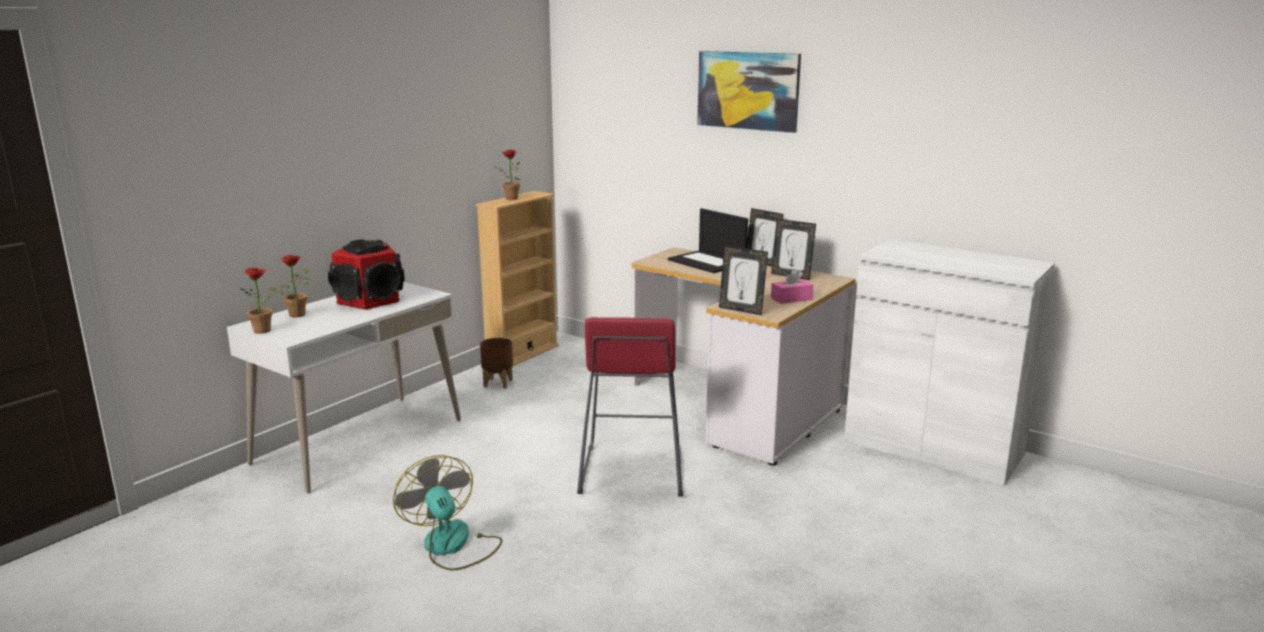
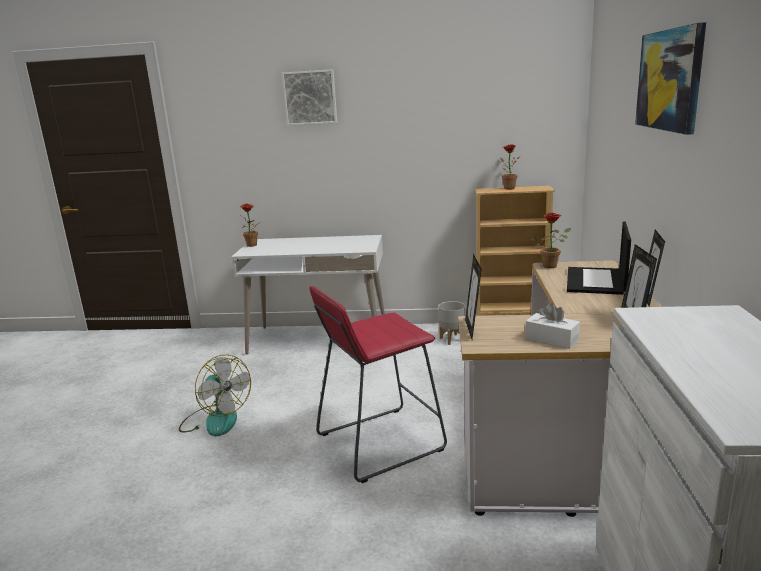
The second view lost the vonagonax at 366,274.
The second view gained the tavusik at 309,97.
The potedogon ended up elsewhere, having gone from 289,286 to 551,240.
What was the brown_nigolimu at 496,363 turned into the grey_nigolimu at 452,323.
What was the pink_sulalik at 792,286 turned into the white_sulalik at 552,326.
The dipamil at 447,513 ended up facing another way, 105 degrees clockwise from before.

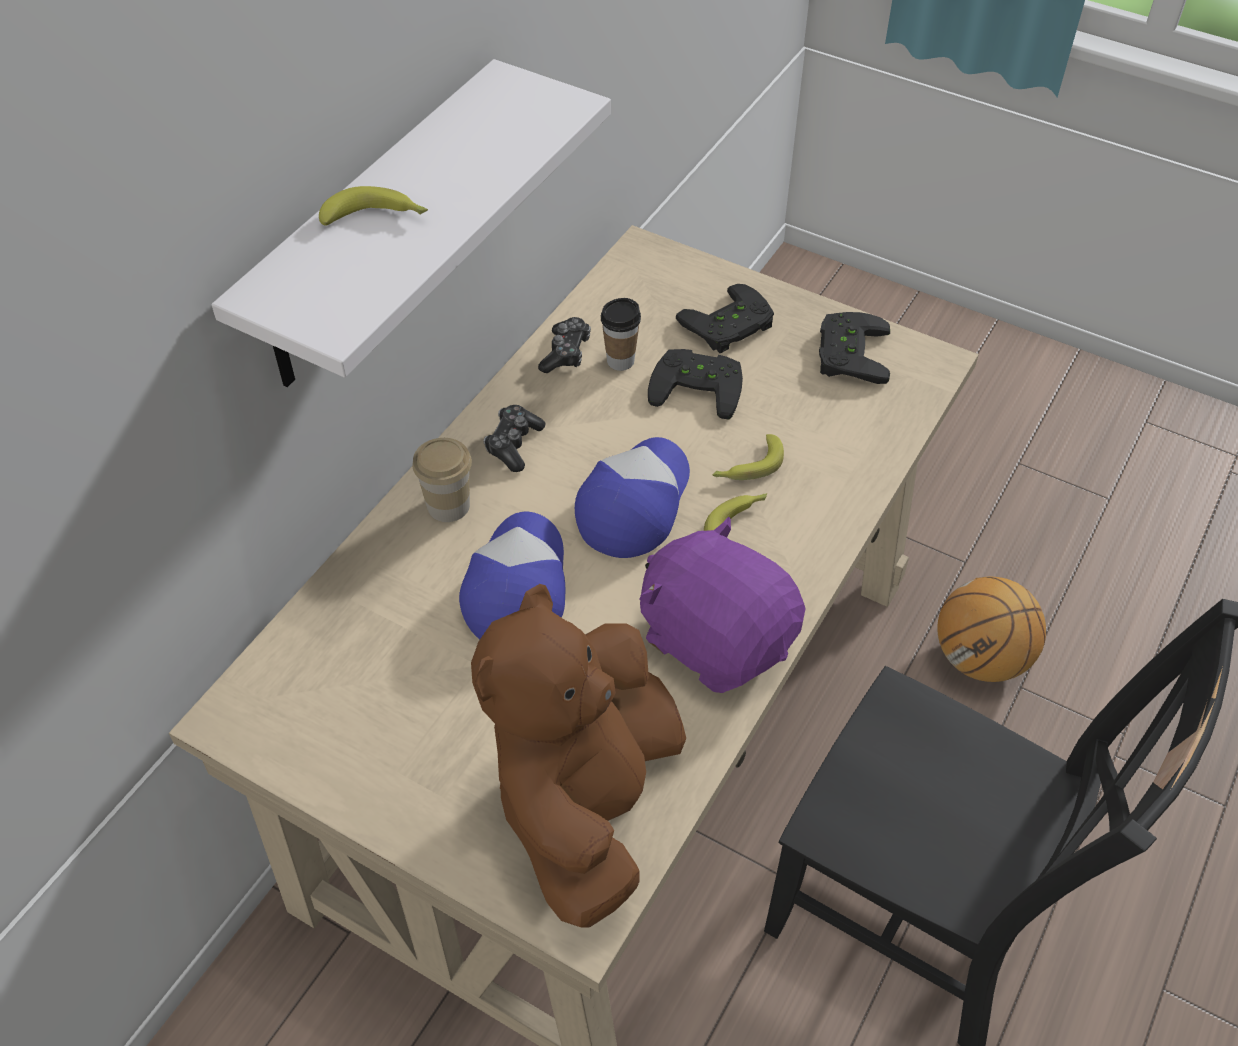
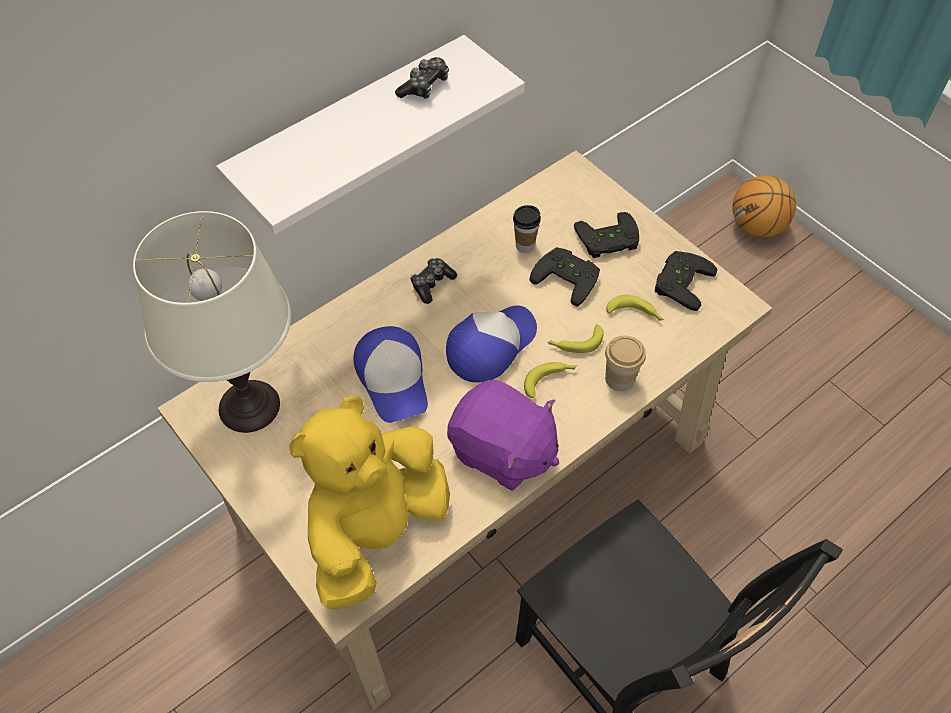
The second view gained the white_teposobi at 212,322.
The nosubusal ended up elsewhere, having gone from 373,206 to 635,308.
The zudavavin ended up elsewhere, having gone from 442,480 to 625,363.
The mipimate ended up elsewhere, having gone from 564,345 to 422,78.
The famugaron ended up elsewhere, having gone from 991,629 to 764,206.
What was the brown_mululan at 578,756 turned into the yellow_mululan at 369,503.
The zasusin at 512,575 ended up facing another way, 135 degrees clockwise from before.
The purple_mululan at 722,605 ended up facing another way, 150 degrees clockwise from before.

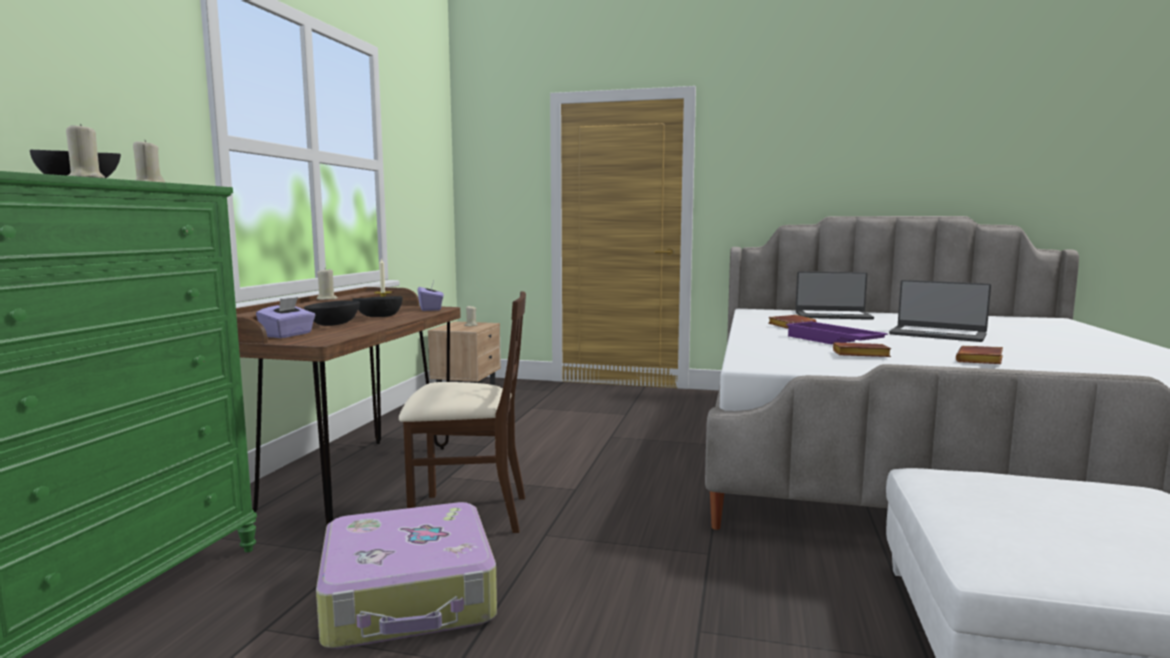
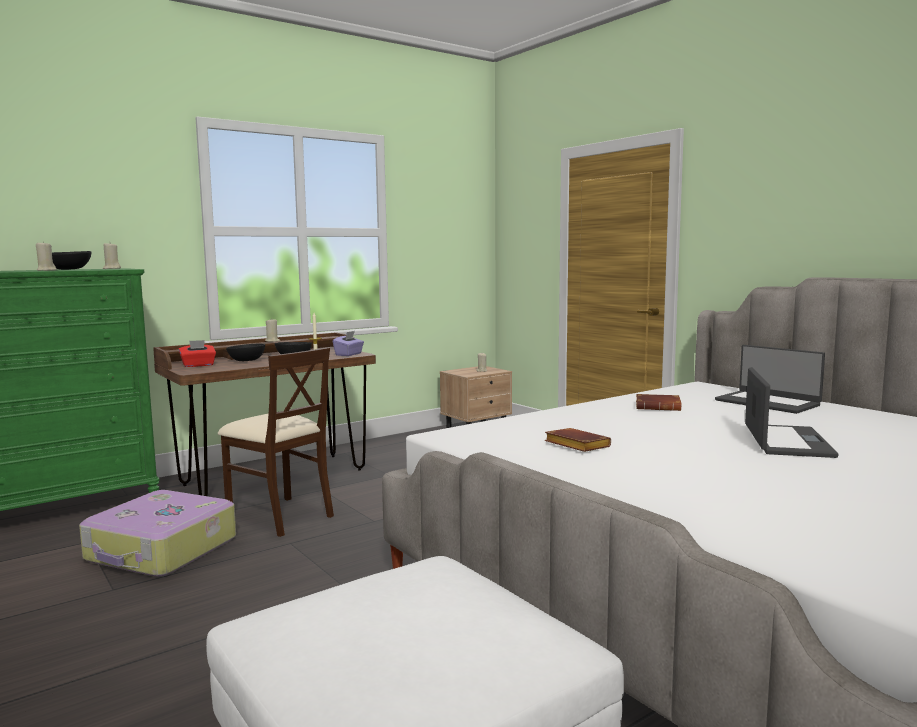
The second view lost the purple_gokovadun at 837,332.
The second view lost the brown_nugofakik at 979,355.
What was the purple_sulalik at 286,317 turned into the red_sulalik at 197,353.
The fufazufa at 940,311 ended up facing another way, 150 degrees counterclockwise from before.

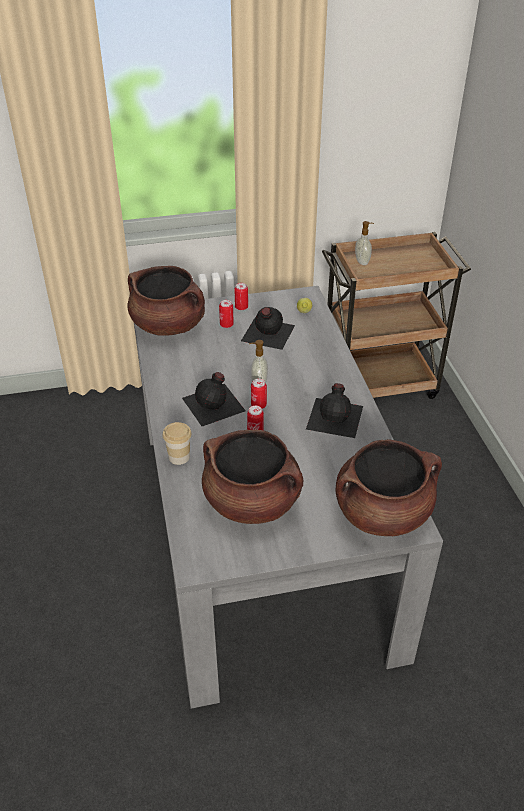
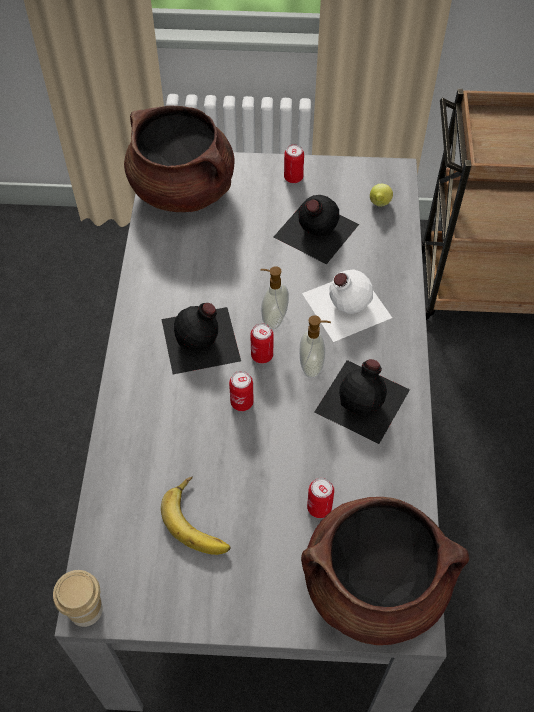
The second view gained the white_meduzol at 347,306.
The zudavavin ended up elsewhere, having gone from 177,443 to 78,598.
The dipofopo ended up elsewhere, having gone from 226,314 to 320,498.
The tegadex ended up elsewhere, having gone from 364,243 to 315,346.
Where the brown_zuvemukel stood at 252,477, the nosubusal came to stand at 195,516.

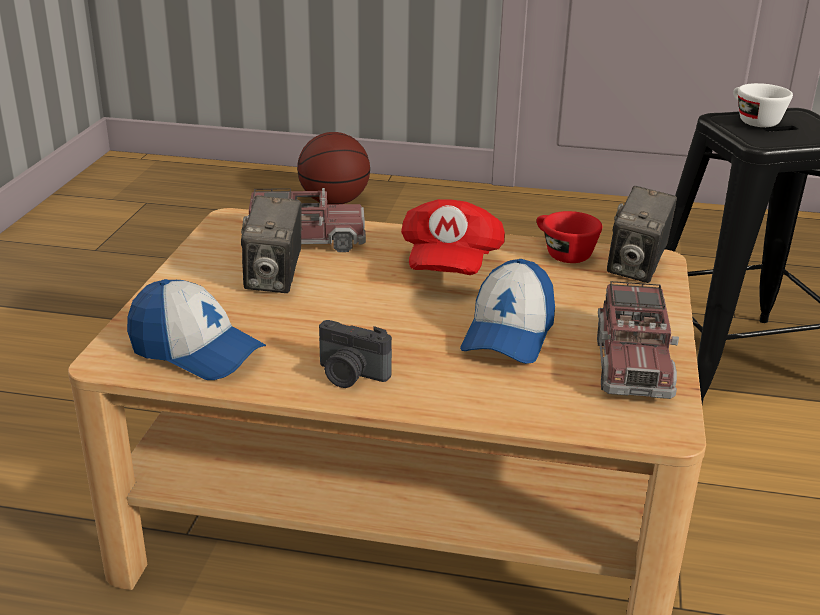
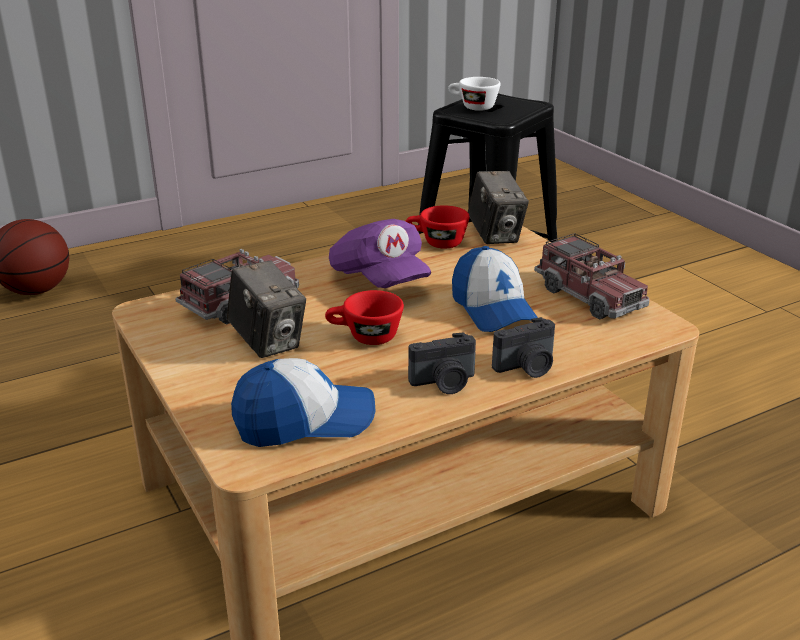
The second view gained the red_zudavavin at 364,317.
The second view gained the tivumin at 523,347.
What was the red_zasusin at 453,237 turned into the purple_zasusin at 380,253.

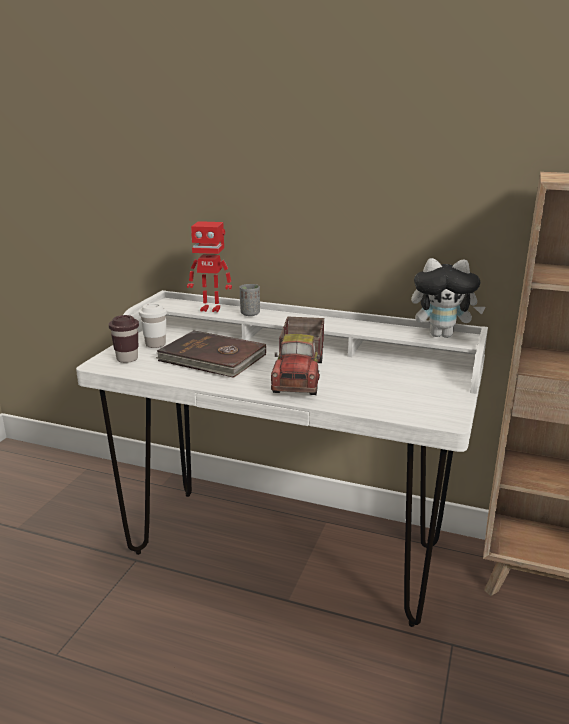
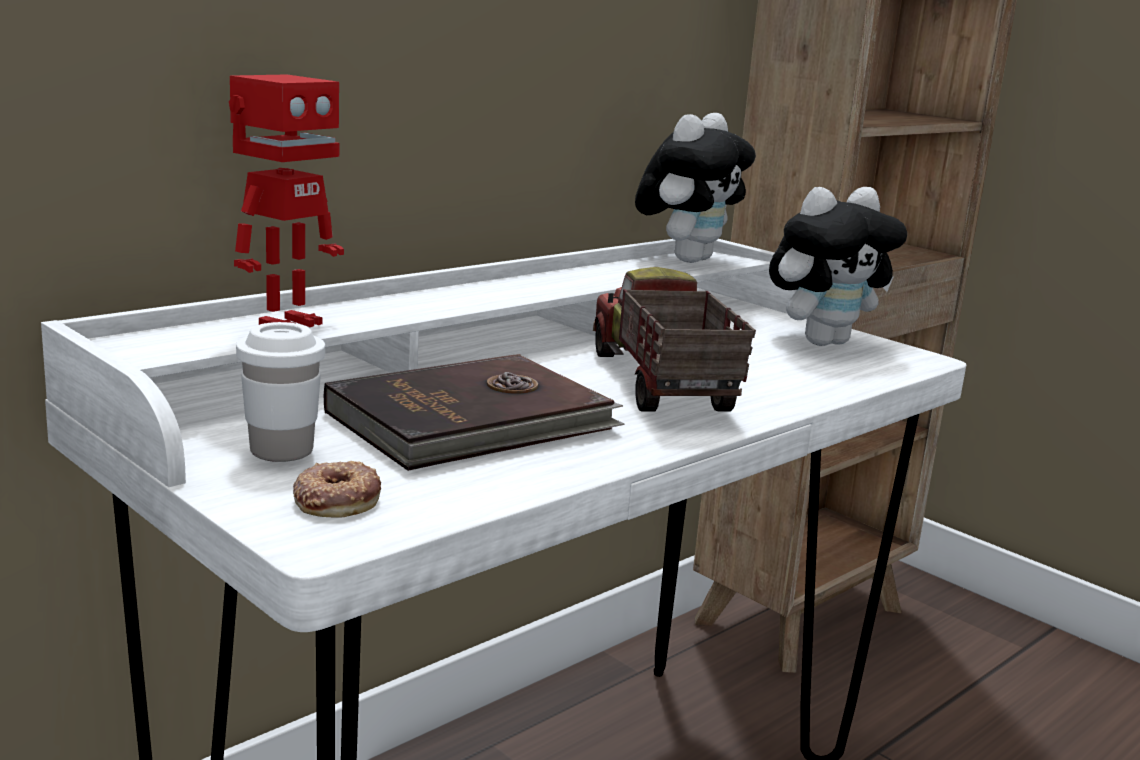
The second view lost the grey_zudavavin at 250,300.
The second view gained the mululan at 838,266.
Where the brown_zudavavin stood at 124,339, the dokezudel came to stand at 337,489.
The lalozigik at 297,356 ended up facing another way, 135 degrees counterclockwise from before.

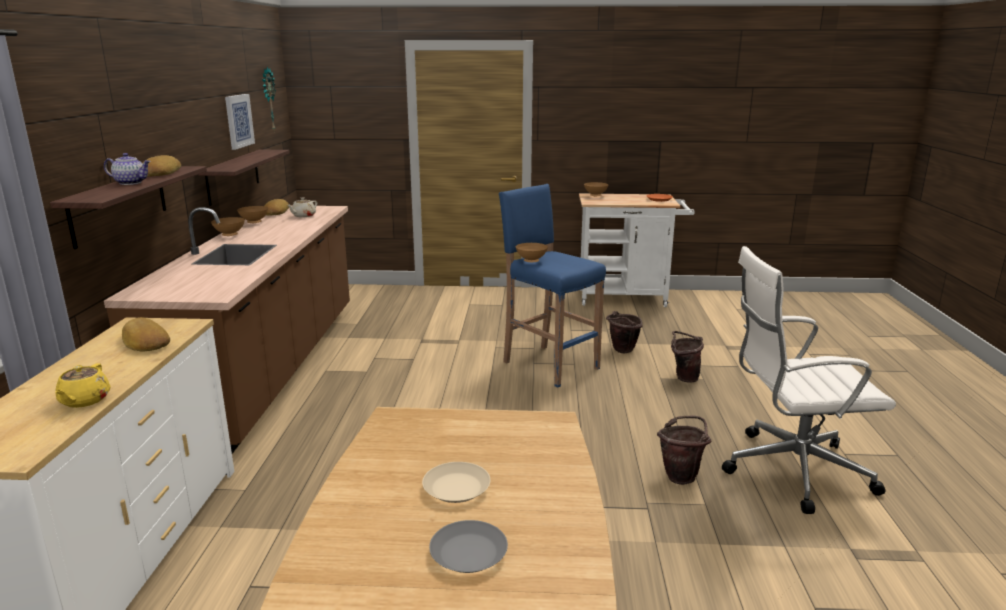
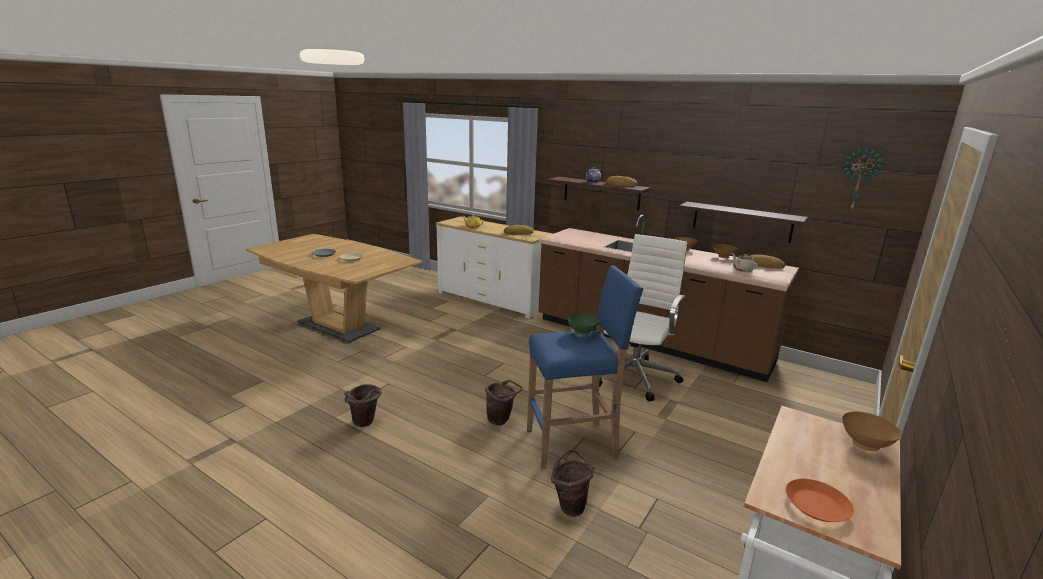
The second view lost the tavusik at 240,122.
The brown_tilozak ended up elsewhere, having gone from 687,357 to 504,402.
The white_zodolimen ended up elsewhere, having gone from 809,380 to 643,317.
What was the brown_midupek at 532,252 turned into the green_midupek at 584,325.

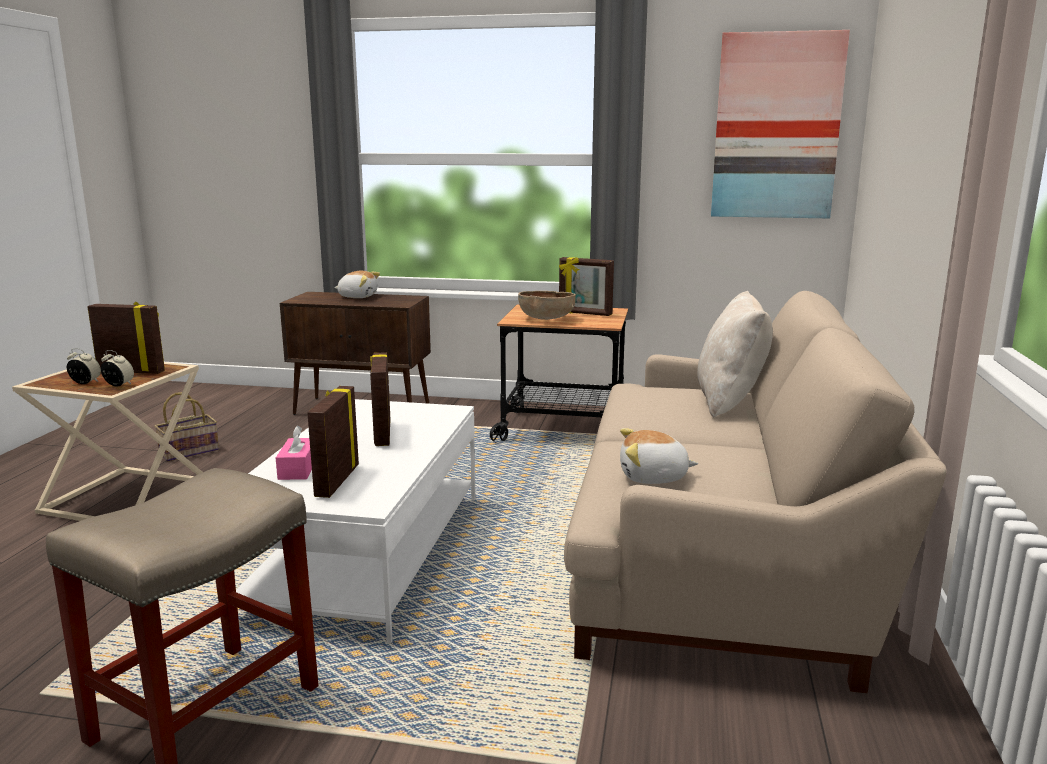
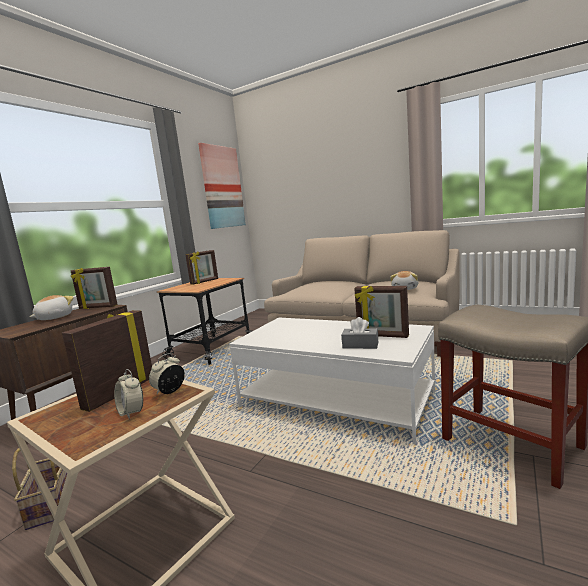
The second view lost the brown_midupek at 547,305.
The second view lost the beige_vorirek at 735,354.
The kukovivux ended up elsewhere, having gone from 380,399 to 94,288.
What was the pink_sulalik at 294,452 turned into the grey_sulalik at 359,333.
The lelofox at 84,366 ended up facing another way, 75 degrees counterclockwise from before.

